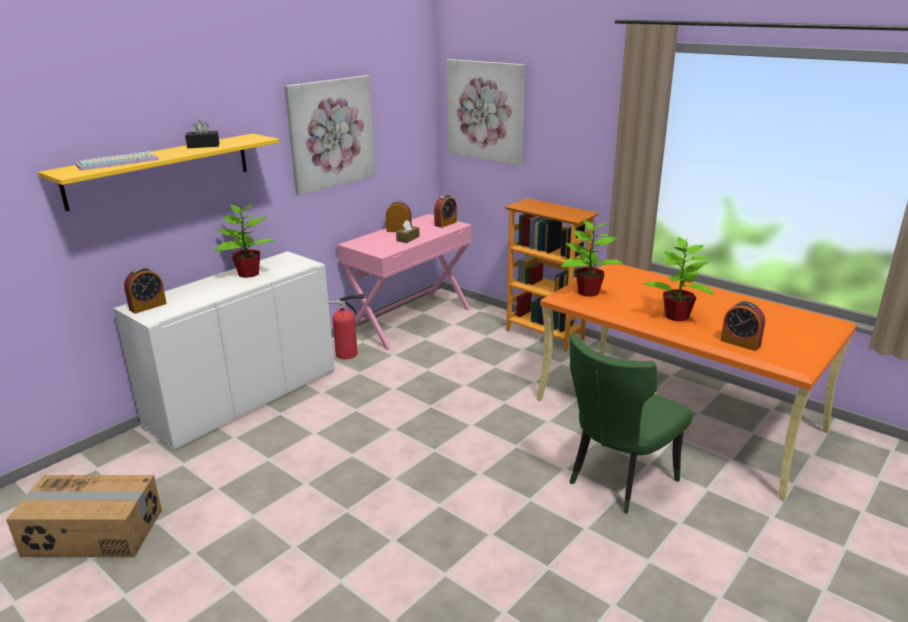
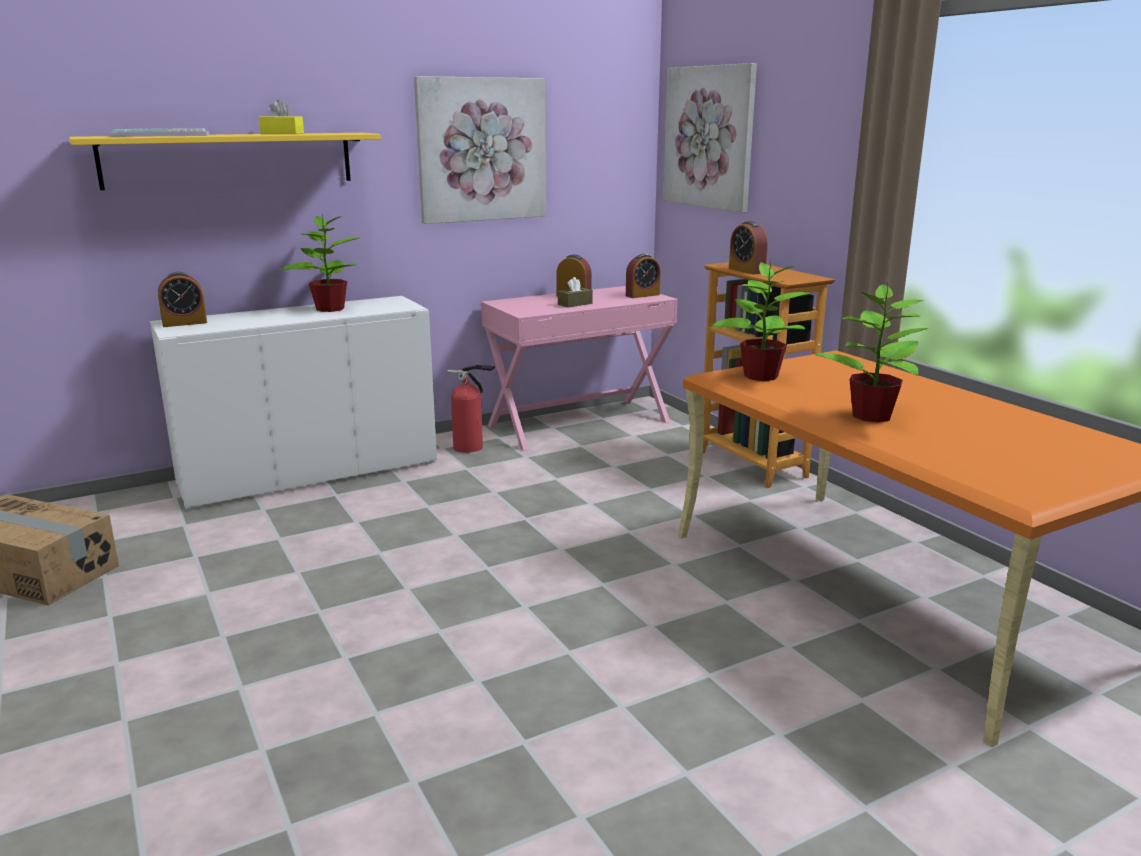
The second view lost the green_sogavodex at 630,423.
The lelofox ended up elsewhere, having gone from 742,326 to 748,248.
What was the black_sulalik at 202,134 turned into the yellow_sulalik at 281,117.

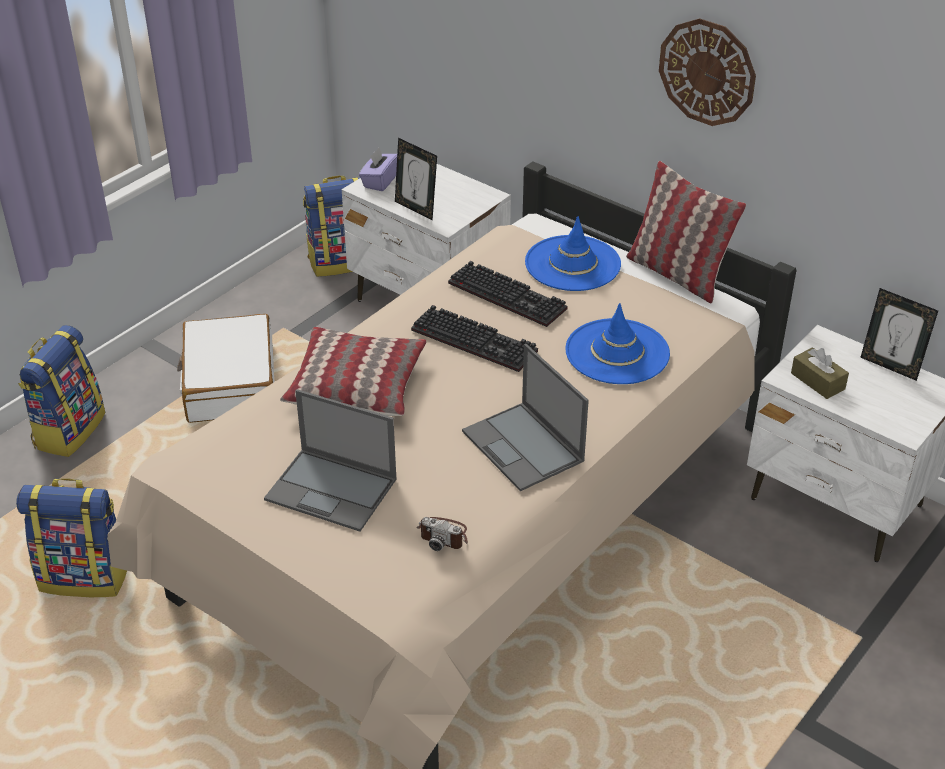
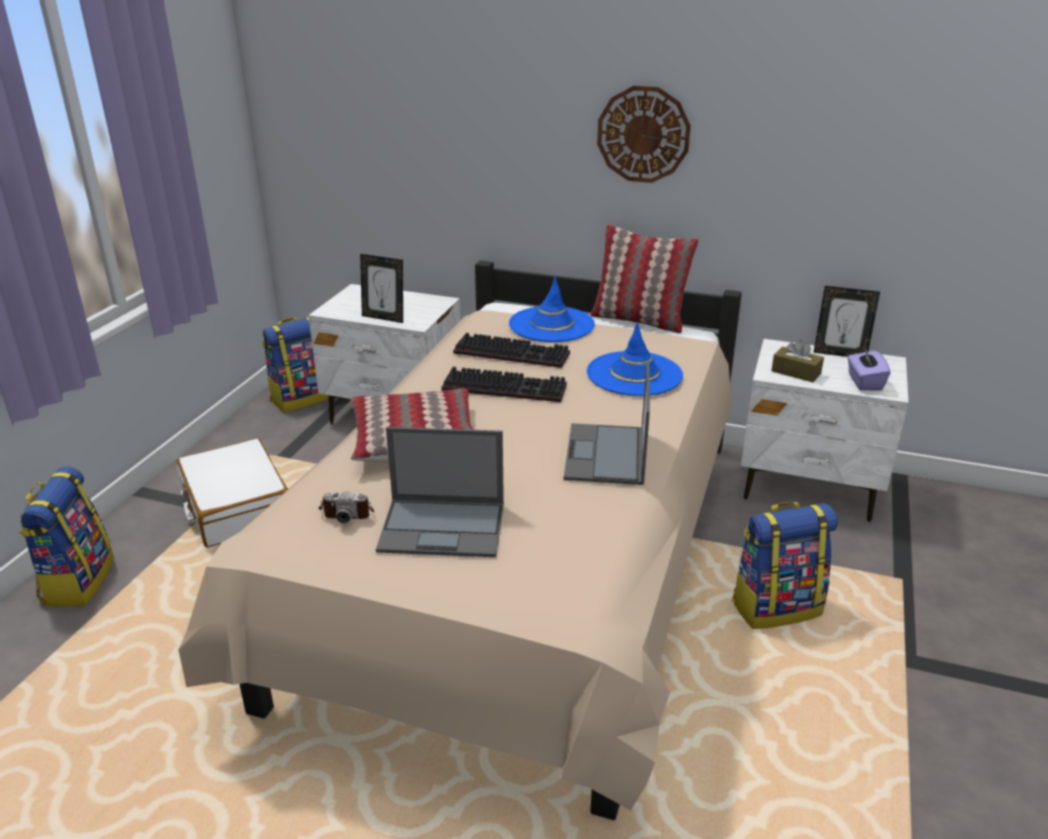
The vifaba ended up elsewhere, having gone from 71,537 to 785,565.
The purple_sulalik ended up elsewhere, having gone from 378,169 to 869,368.
The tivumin ended up elsewhere, having gone from 442,534 to 346,507.
The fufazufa at 525,417 ended up facing another way, 60 degrees clockwise from before.

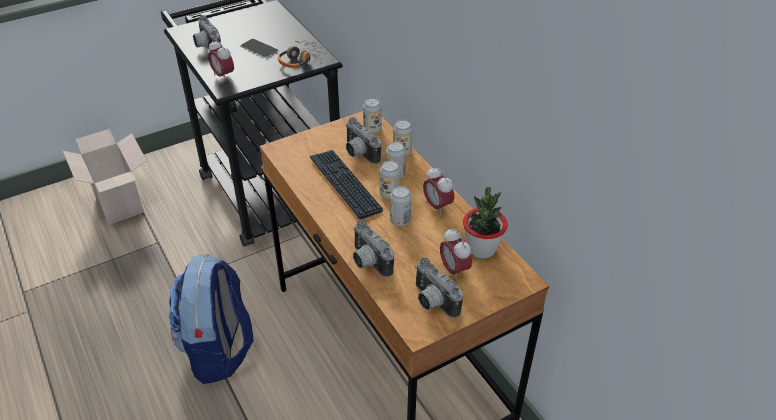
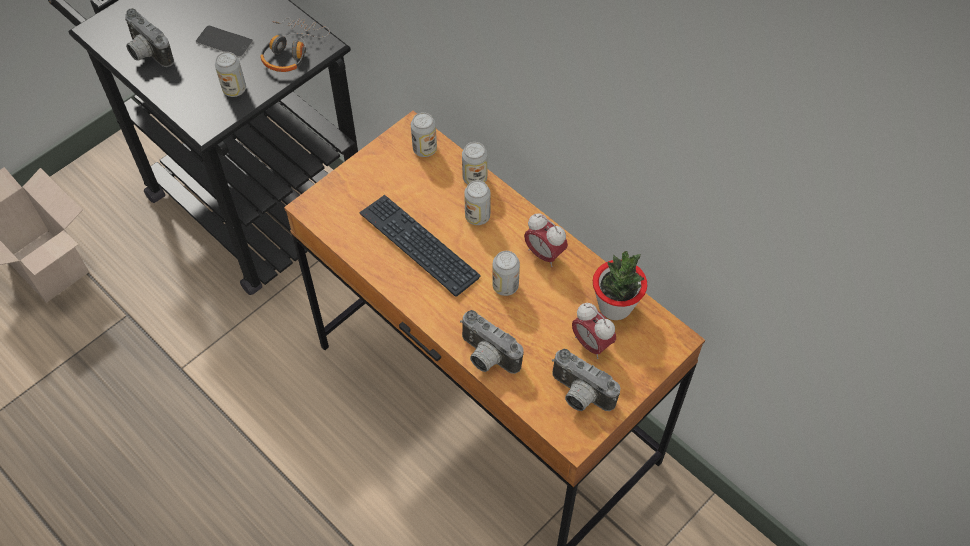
The second view lost the vifaba at 211,318.
The second view lost the lelofox at 221,60.
The second view lost the tivumin at 363,140.
The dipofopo ended up elsewhere, having gone from 390,180 to 230,74.

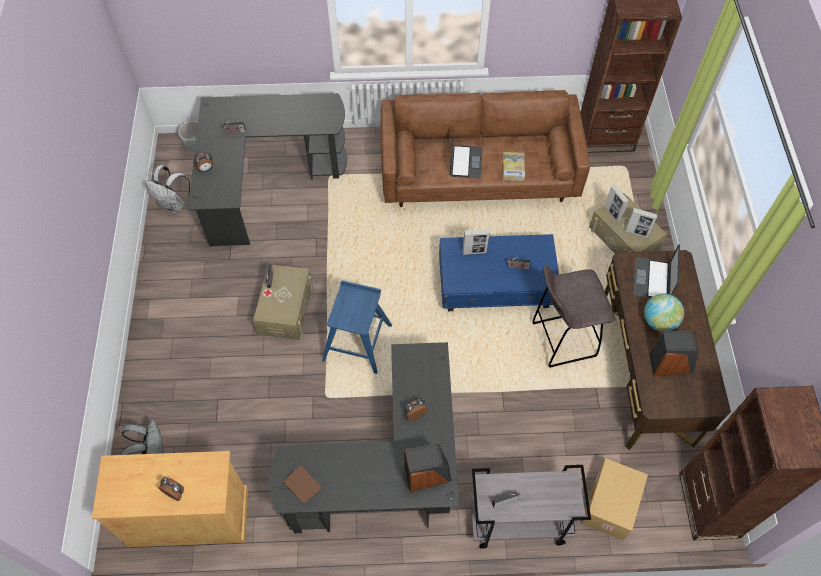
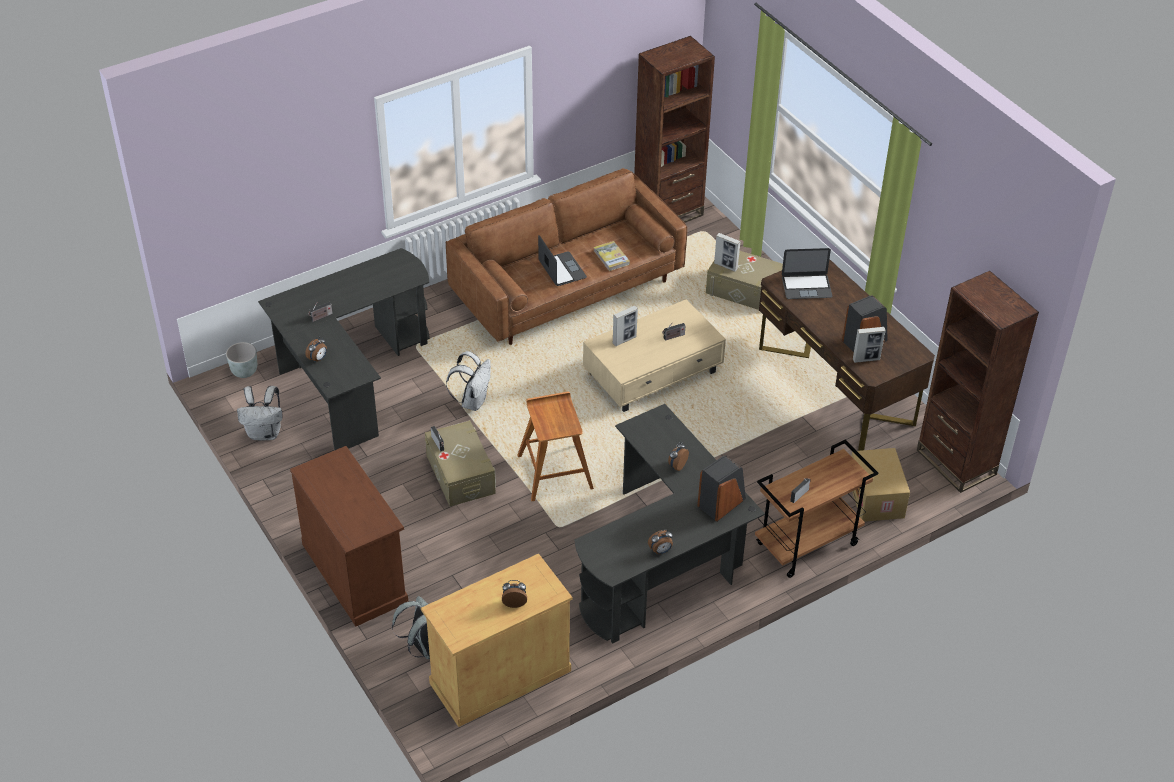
The second view lost the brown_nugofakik at 302,485.
The second view lost the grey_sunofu at 573,316.
The second view lost the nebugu at 664,312.
The second view gained the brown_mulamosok at 349,536.
The second view gained the white_vifaba at 468,381.
The second view gained the lelofox at 660,542.
The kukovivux ended up elsewhere, having gone from 641,223 to 869,345.
What was the blue_sunofu at 357,327 turned into the brown_sunofu at 555,446.
What was the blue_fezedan at 499,272 turned into the beige_fezedan at 654,355.
What was the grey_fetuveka at 530,506 turned into the brown_fetuveka at 816,509.
The fufazufa at 656,271 ended up facing another way, 75 degrees counterclockwise from before.

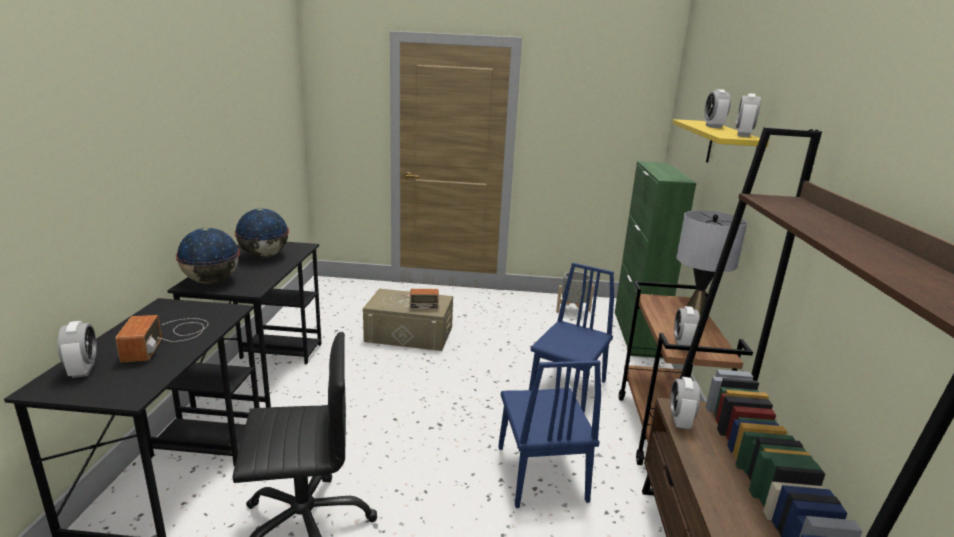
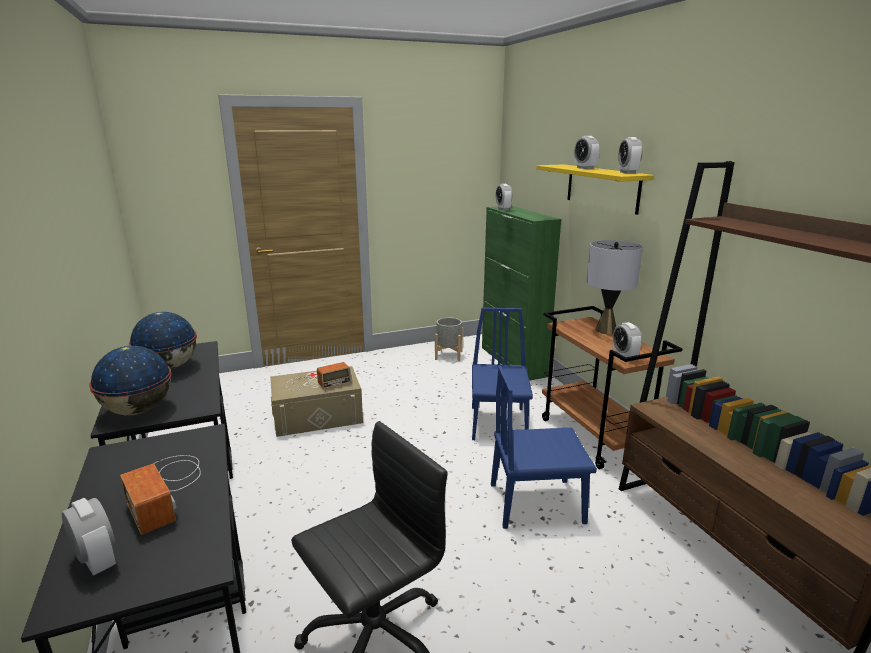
The lelofox ended up elsewhere, having gone from 685,403 to 504,197.
The blue_sogavodex at 550,434 ended up facing another way, 120 degrees clockwise from before.

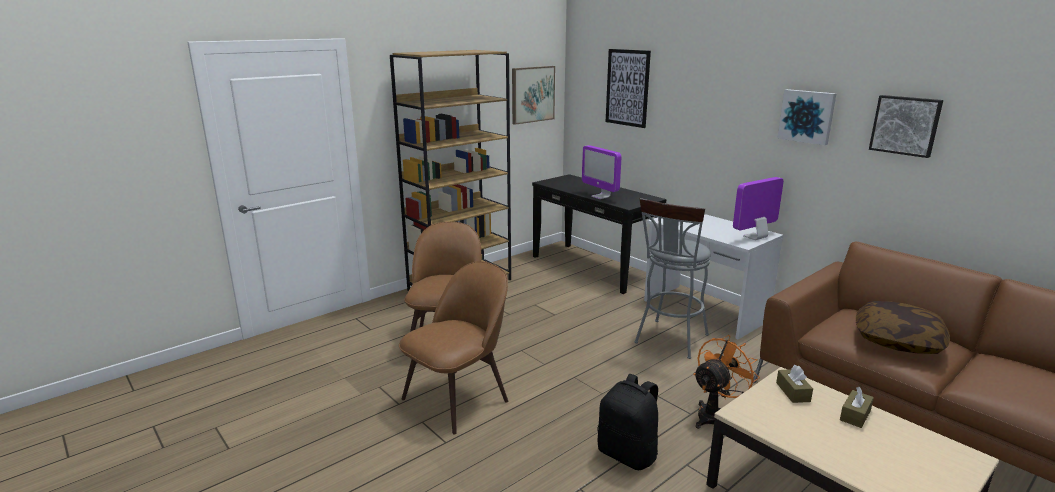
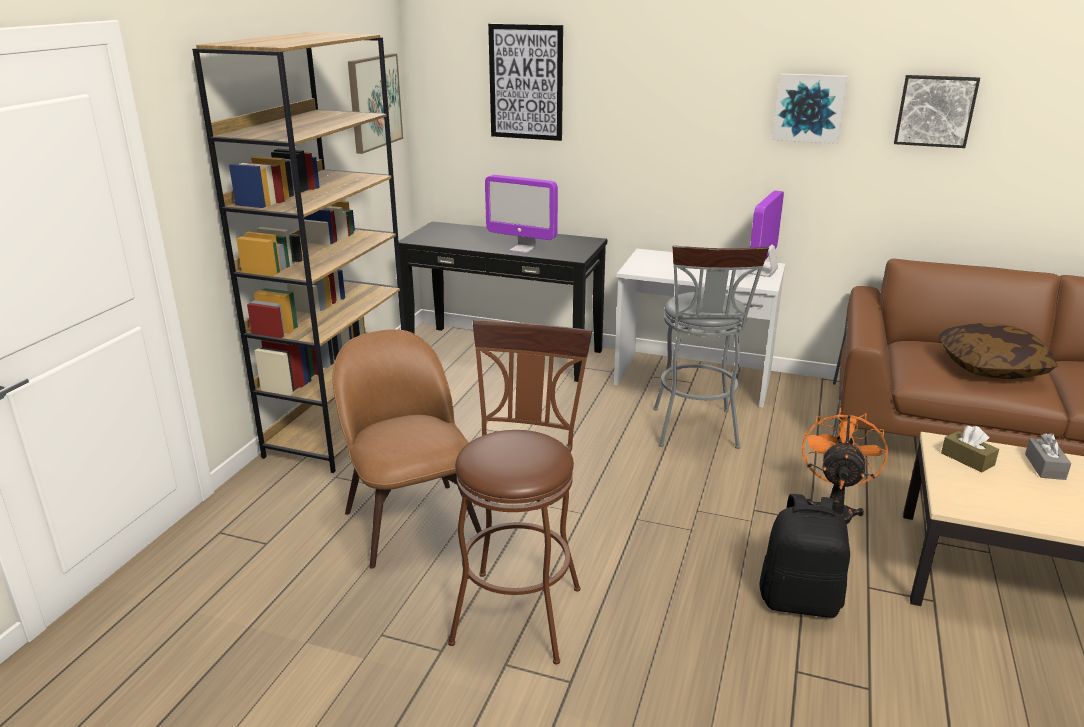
Where the brown_sogavodex stood at 453,347, the brown_sunofu came to stand at 520,492.
What was the brown_sulalik at 857,407 turned into the grey_sulalik at 1048,456.

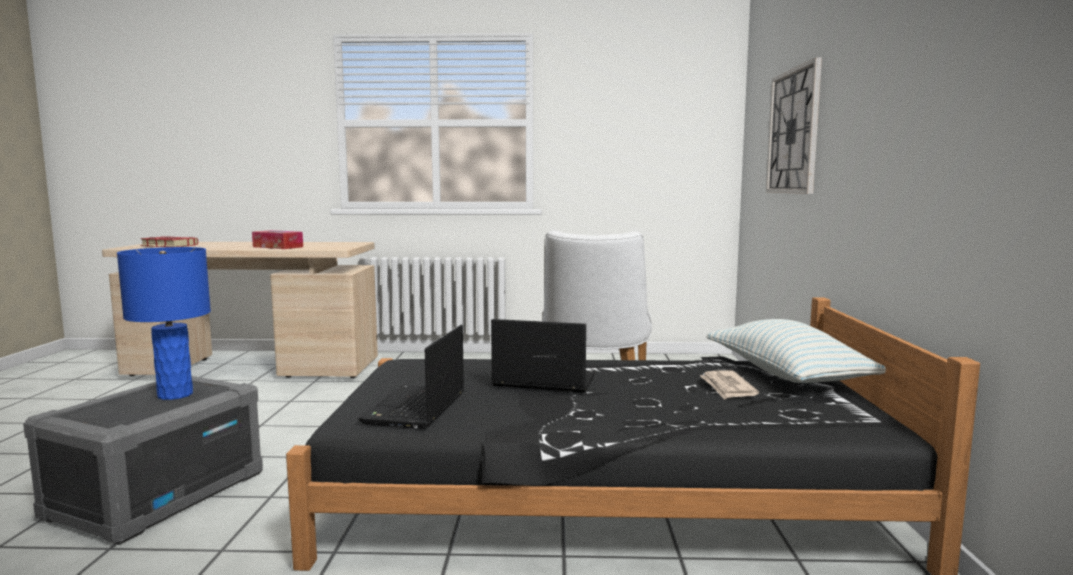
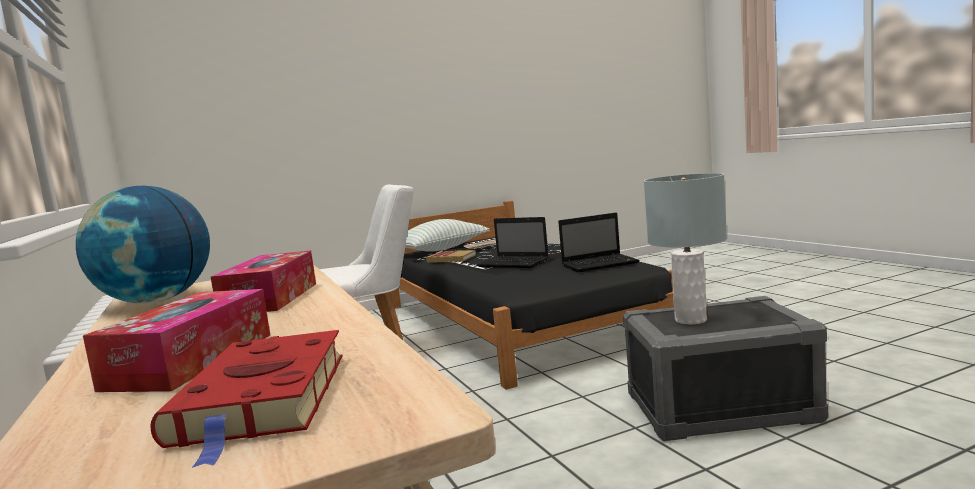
The second view lost the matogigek at 794,125.
The second view gained the nebugu at 143,245.
The second view gained the sulalik at 176,340.
The second view gained the nugofakik at 451,256.
What was the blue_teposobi at 164,323 turned into the grey_teposobi at 685,249.
The fufazufa at 543,356 ended up facing another way, 45 degrees counterclockwise from before.

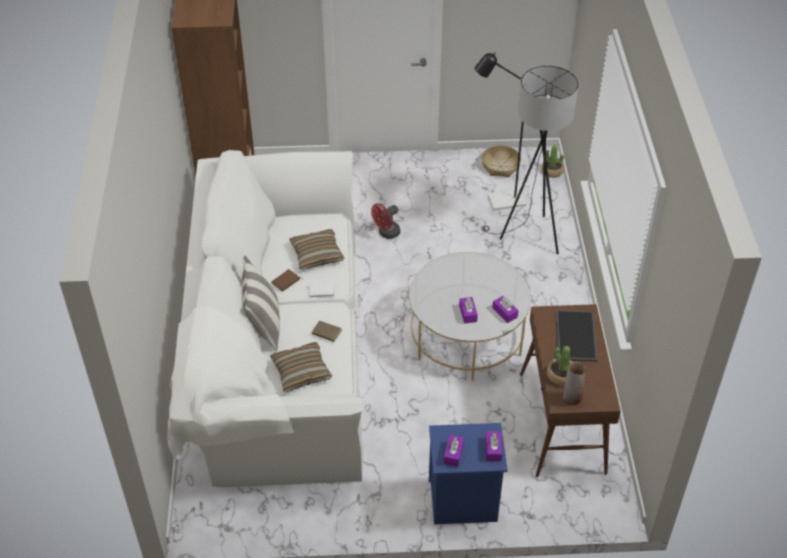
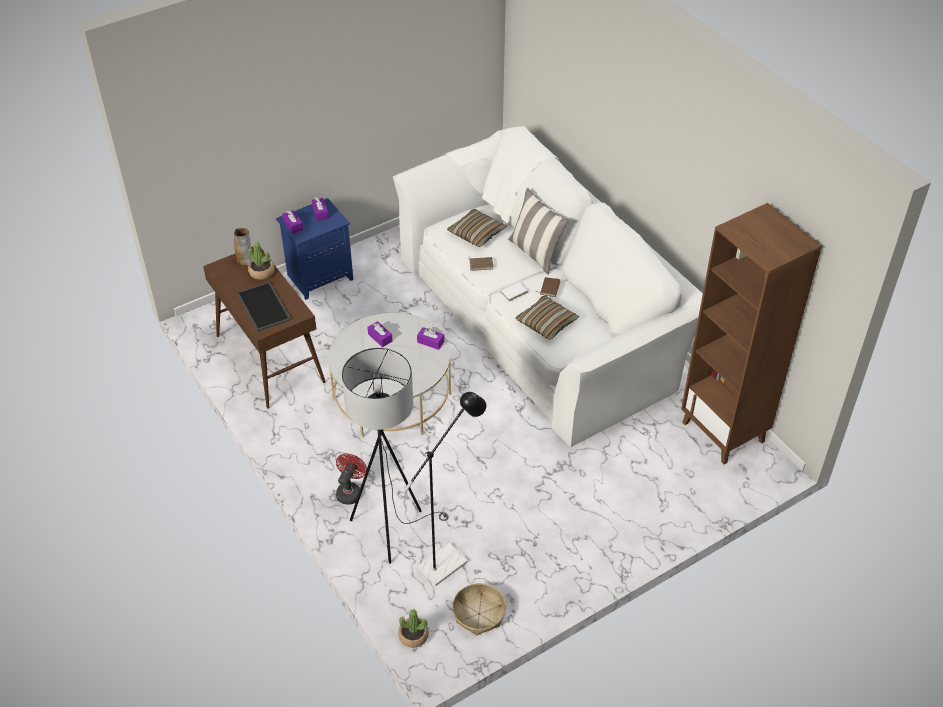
The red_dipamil ended up elsewhere, having gone from 385,221 to 351,479.
The purple_sulalik ended up elsewhere, having gone from 505,309 to 430,338.

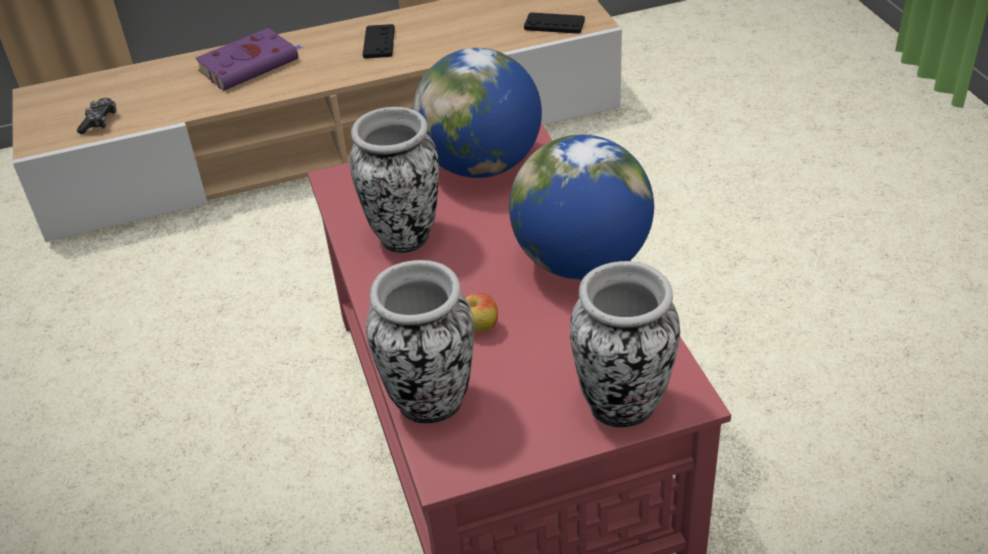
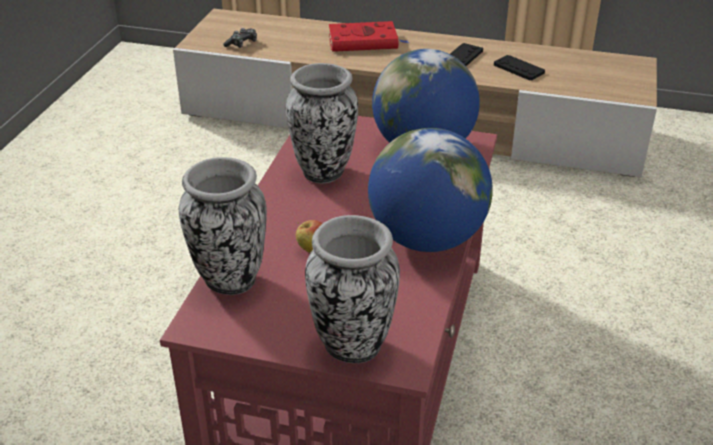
The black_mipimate ended up elsewhere, having gone from 554,23 to 519,68.
What was the purple_nugofakik at 249,59 turned into the red_nugofakik at 369,36.

